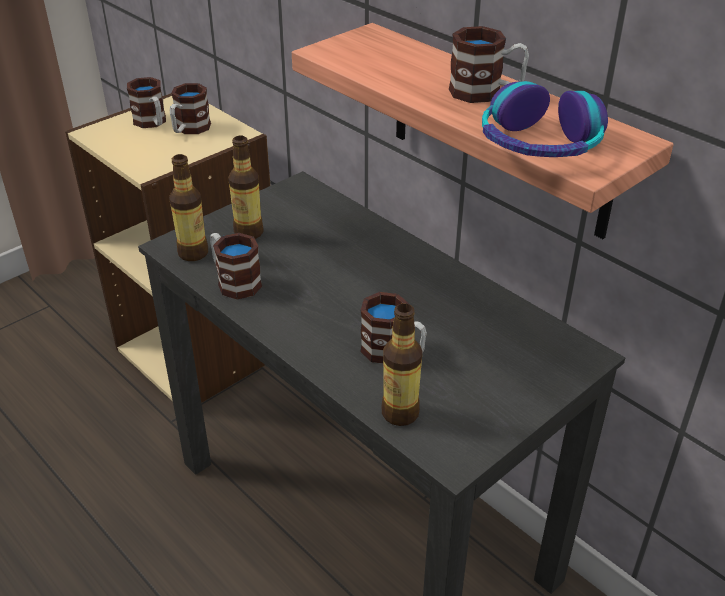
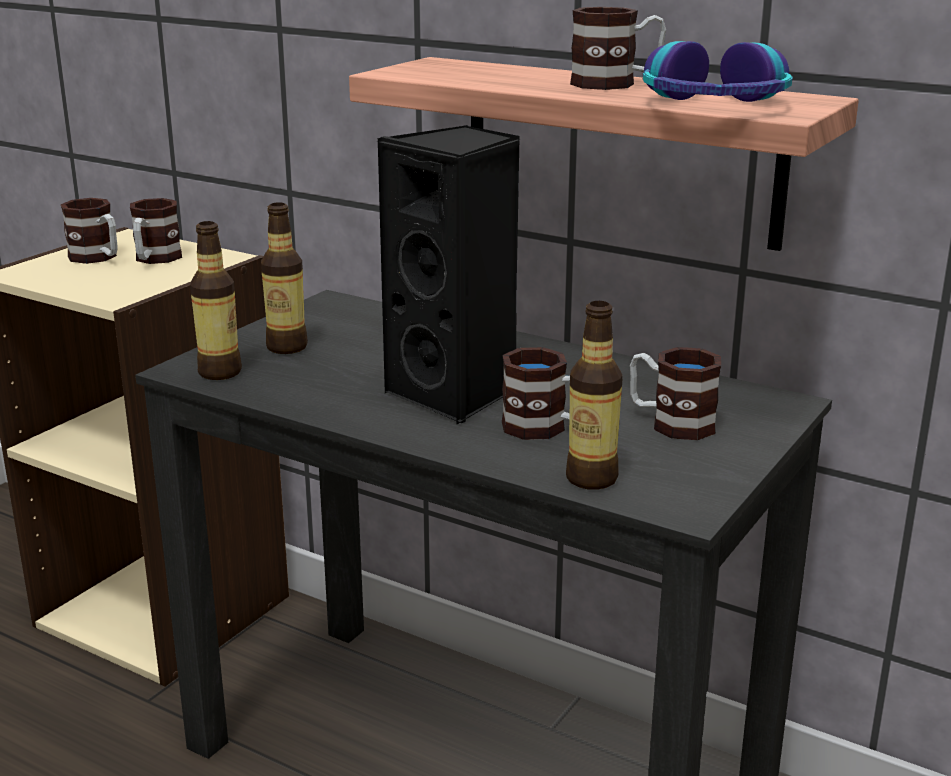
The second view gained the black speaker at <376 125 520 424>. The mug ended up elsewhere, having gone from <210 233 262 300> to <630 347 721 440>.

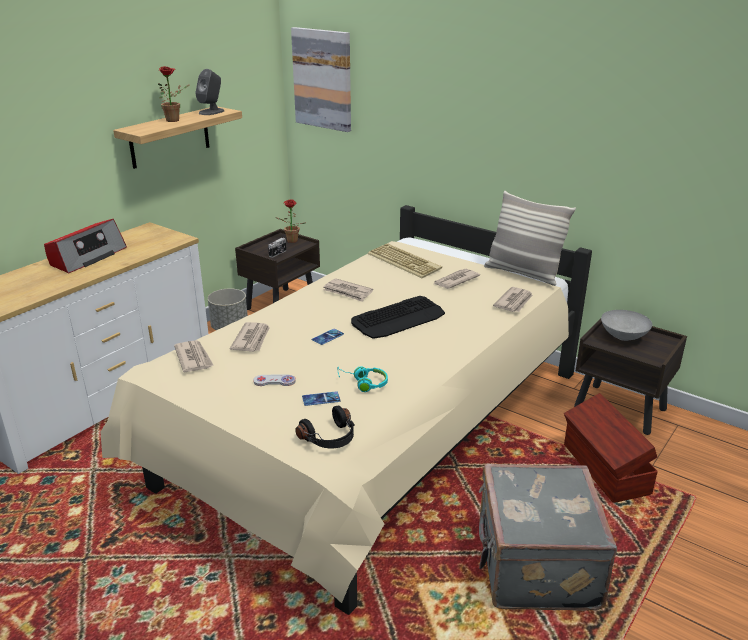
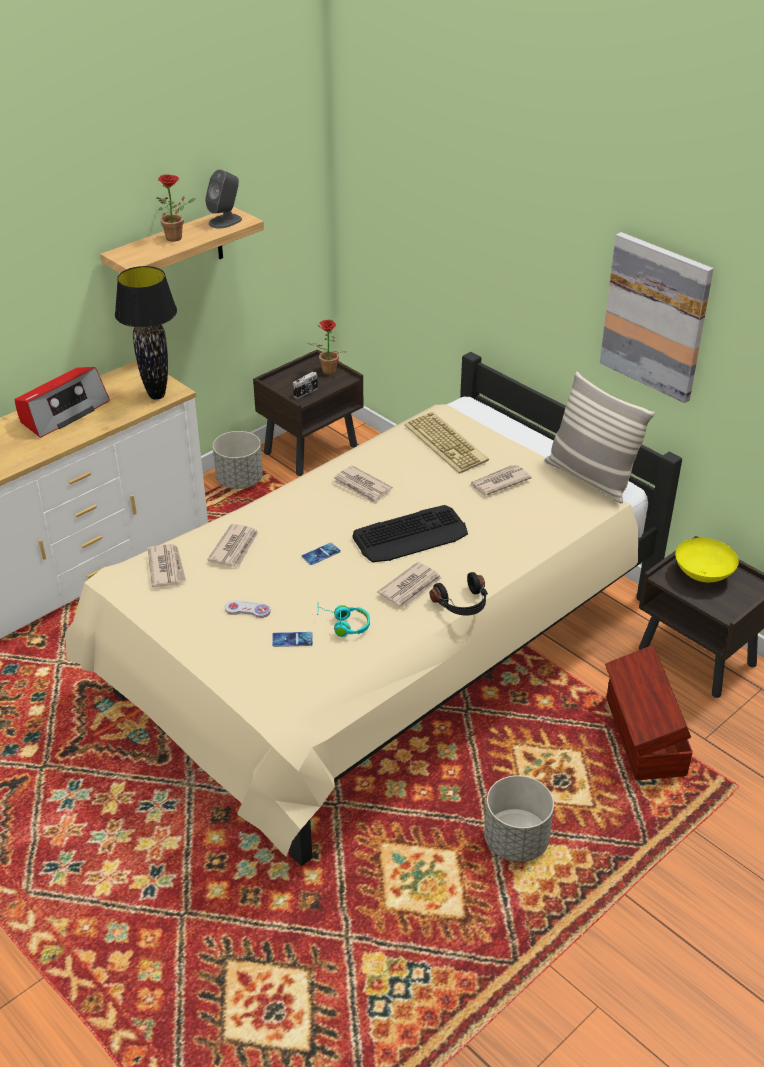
The second view gained the black table lamp at <115 266 177 400>. The newspaper ended up elsewhere, having gone from <493 287 533 312> to <377 562 442 608>. The black headphones ended up elsewhere, having gone from <295 406 355 448> to <429 572 488 616>. Where the grey suitcase stood at <479 464 617 611>, the grey planter came to stand at <484 775 554 862>. The picture ended up elsewhere, having gone from <291 27 351 132> to <600 232 713 403>. What was the grey bowl at <601 310 652 341> turned into the yellow bowl at <675 538 739 582>.

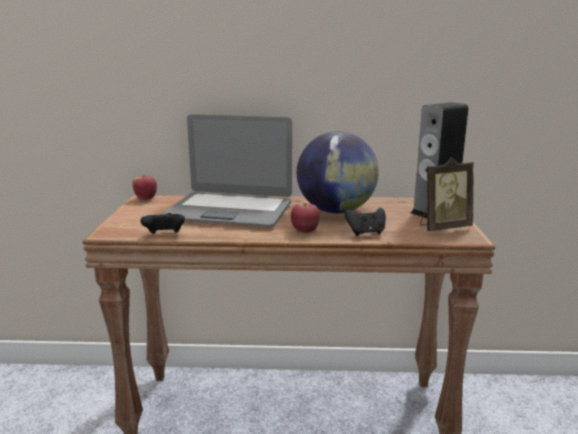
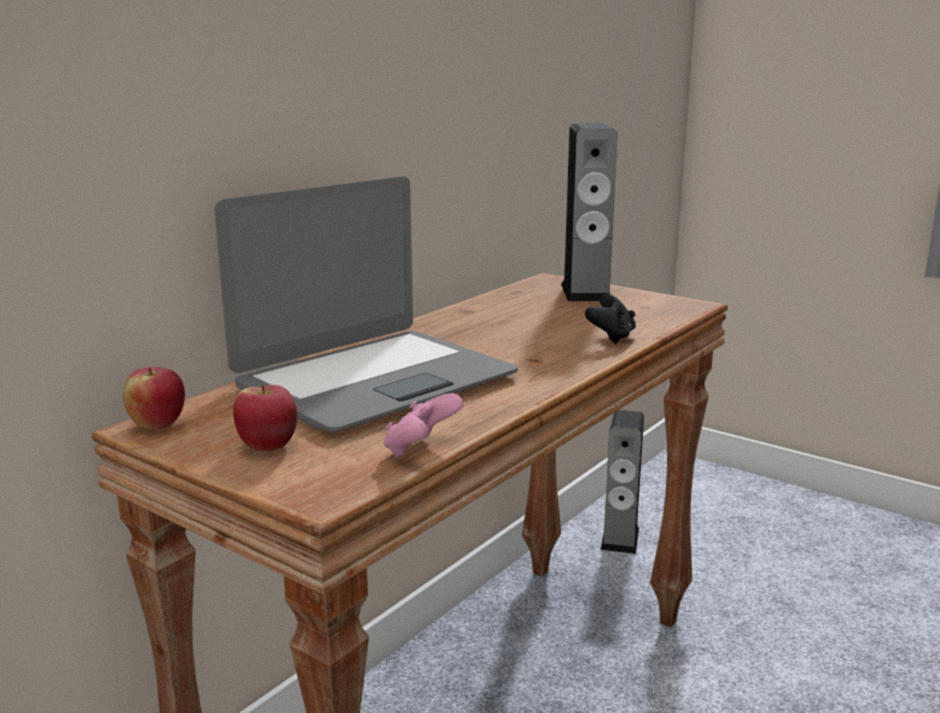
The apple ended up elsewhere, having gone from <291 202 320 233> to <233 385 297 451>. What was the black game controller at <141 213 185 234> turned into the pink game controller at <384 393 463 458>. The second view gained the speaker at <600 410 644 554>. The second view lost the globe at <297 131 379 213>. The second view lost the picture frame at <420 157 474 231>.

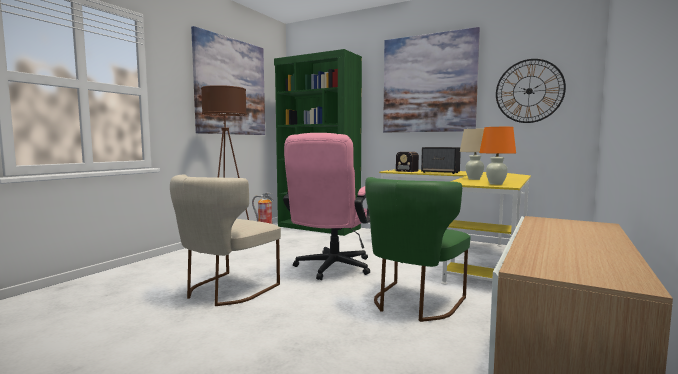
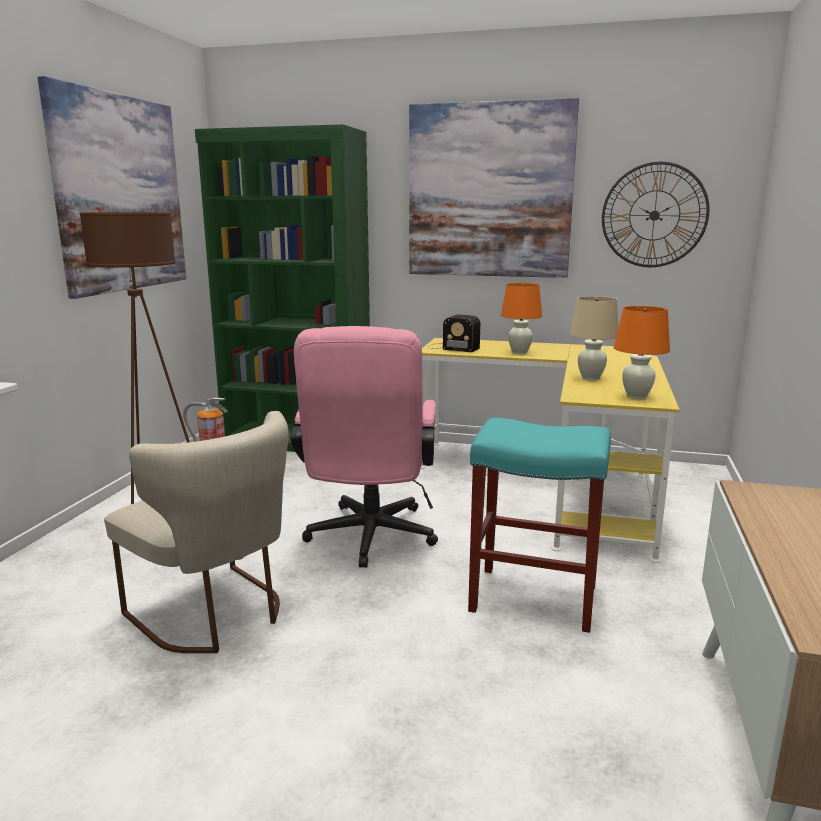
The beige chair at <170 175 281 306> ended up facing another way, 60 degrees counterclockwise from before. Where the green chair stood at <365 177 471 322>, the turquoise stool came to stand at <468 417 611 633>. Where the speaker stood at <421 147 461 174>, the orange table lamp came to stand at <501 283 542 354>.

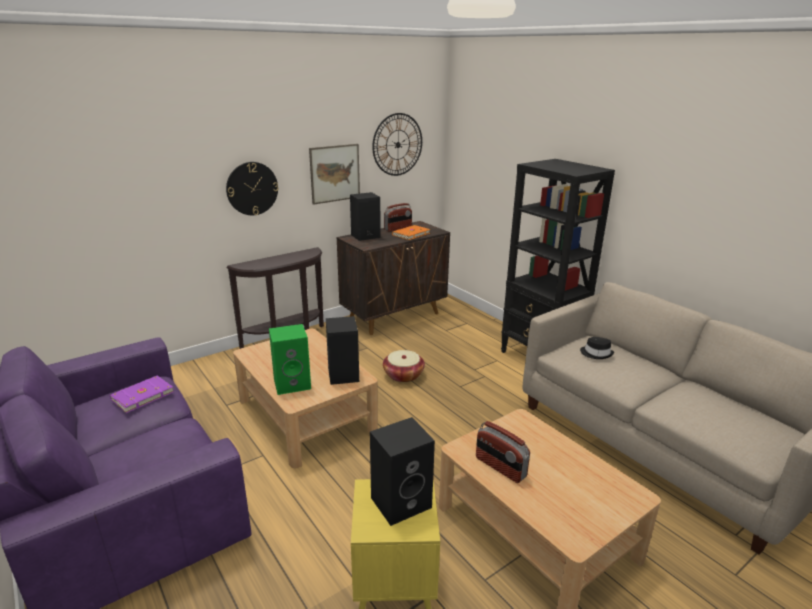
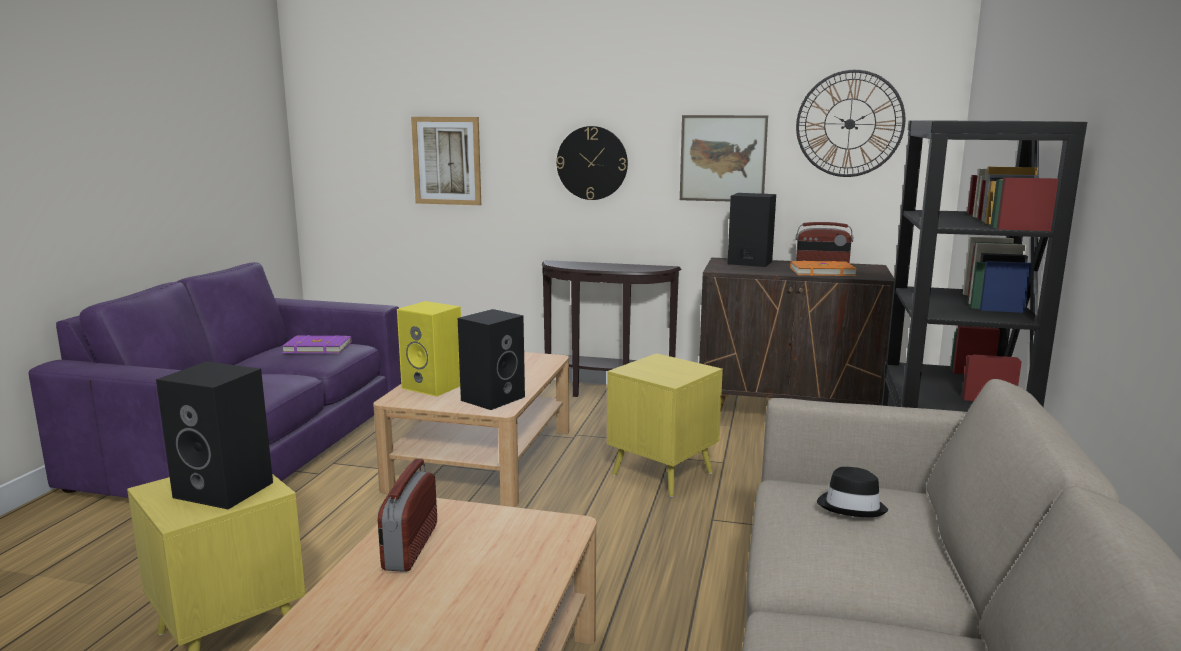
What was the green speaker at <269 324 311 395> turned into the yellow speaker at <397 301 461 397>. The second view gained the picture at <411 117 481 205>. Where the basket stood at <383 350 425 383>, the yellow side table came to stand at <607 353 723 497>.

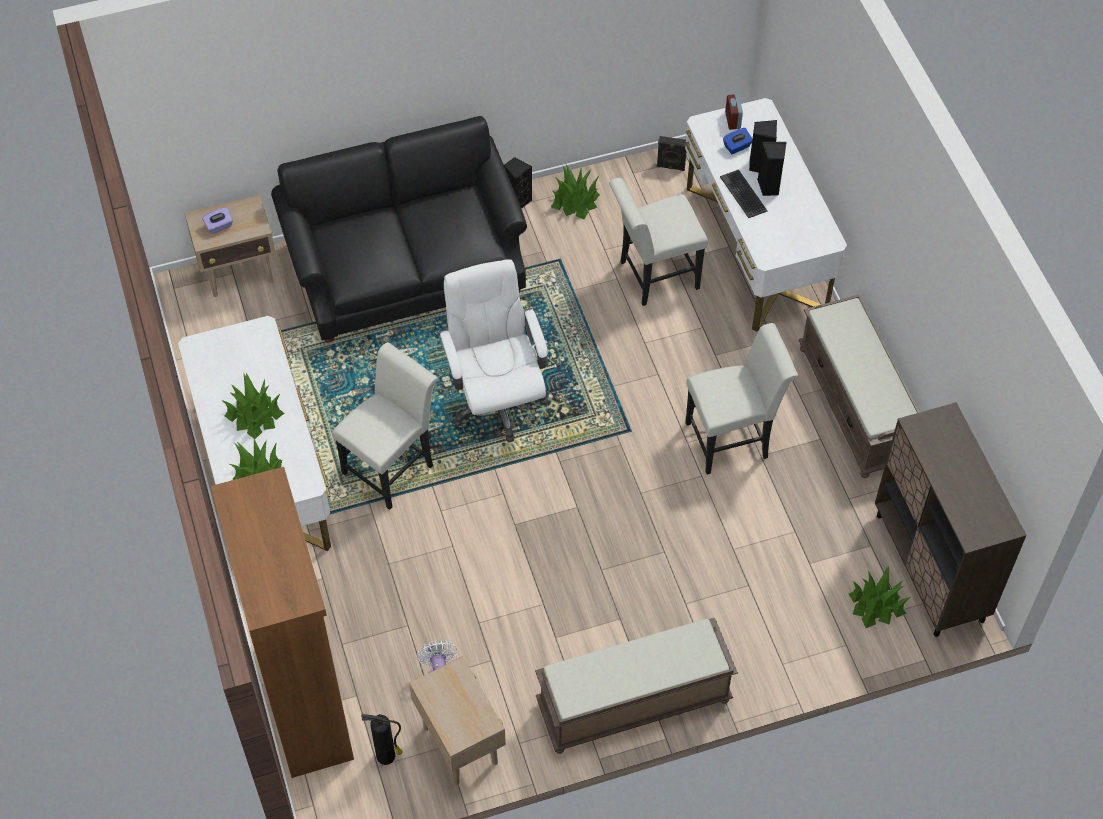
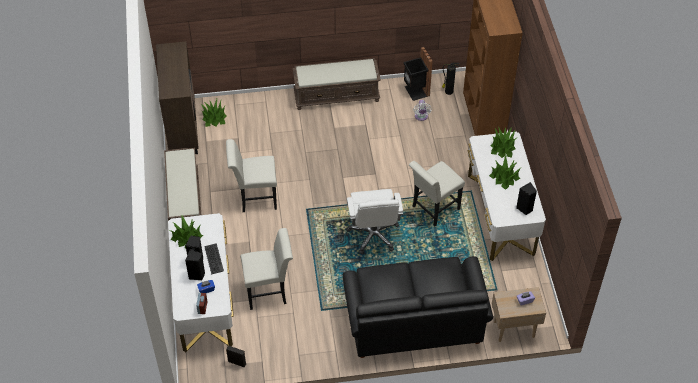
The potted plant ended up elsewhere, having gone from <551 165 600 220> to <170 215 203 249>. Where the beige side table stood at <409 656 506 785>, the black trash can came to stand at <404 47 433 101>. The black speaker ended up elsewhere, having gone from <504 157 532 209> to <516 182 537 215>.

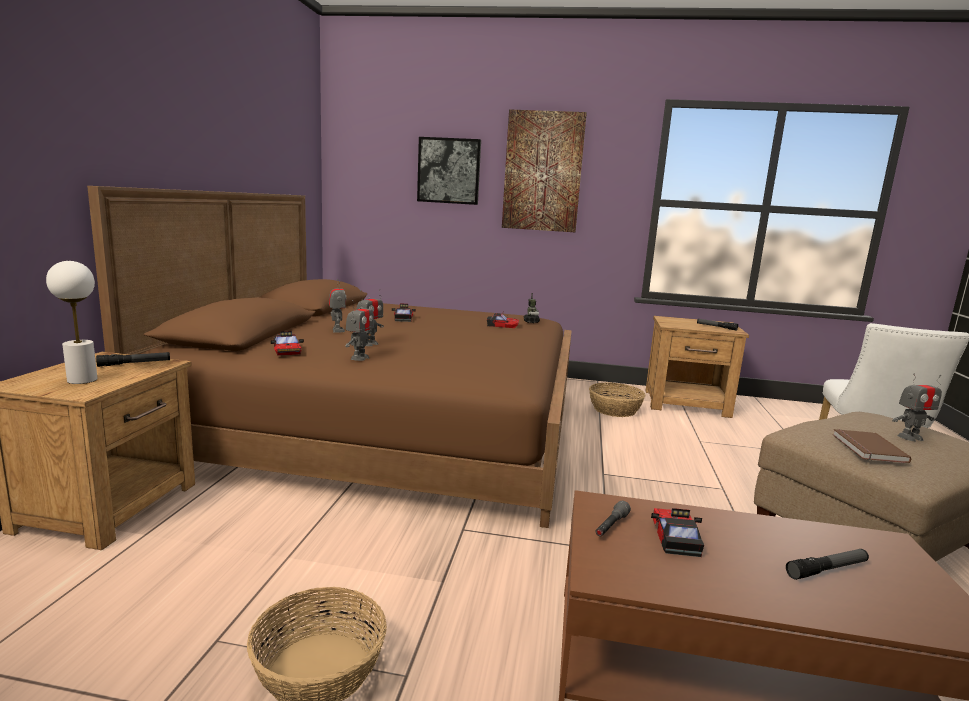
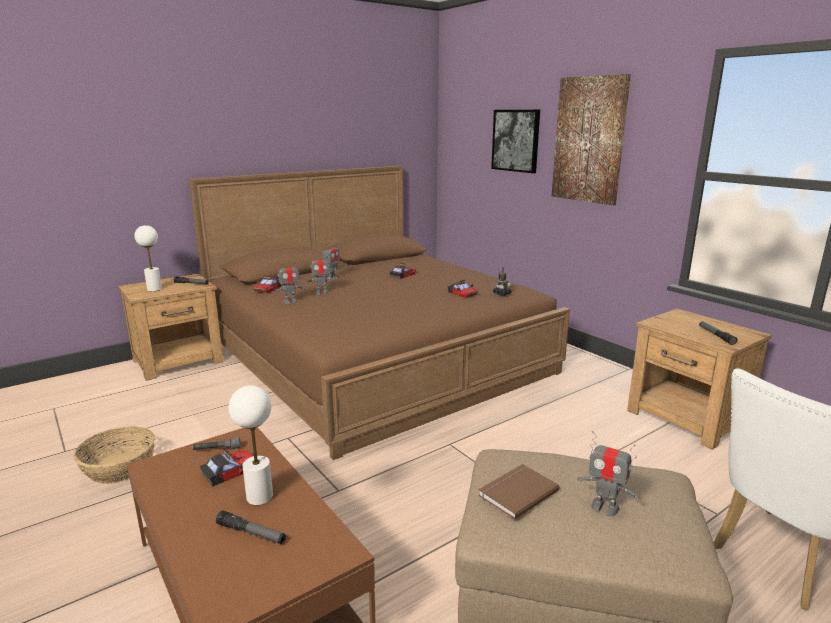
The second view gained the white table lamp at <229 385 273 505>. The second view lost the basket at <589 382 645 417>.

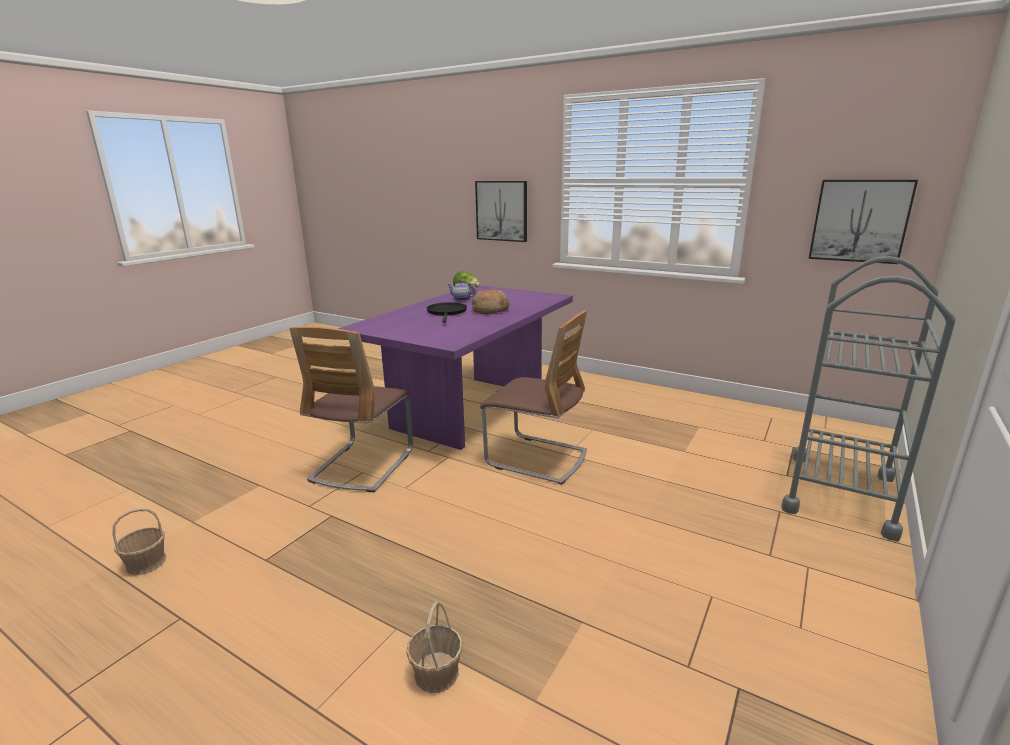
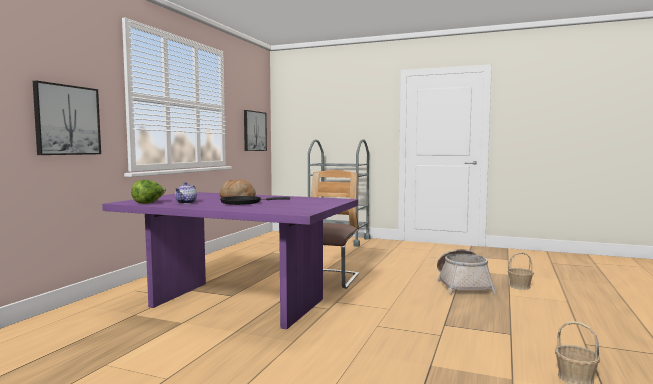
The second view gained the basket at <437 249 496 294>. The second view lost the chair at <289 327 413 492>.

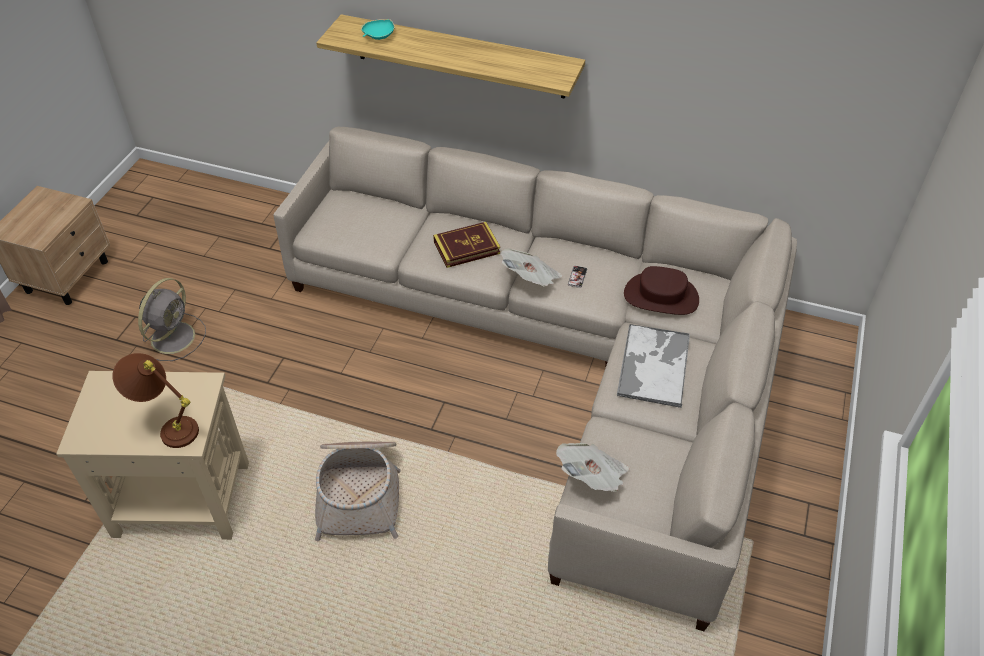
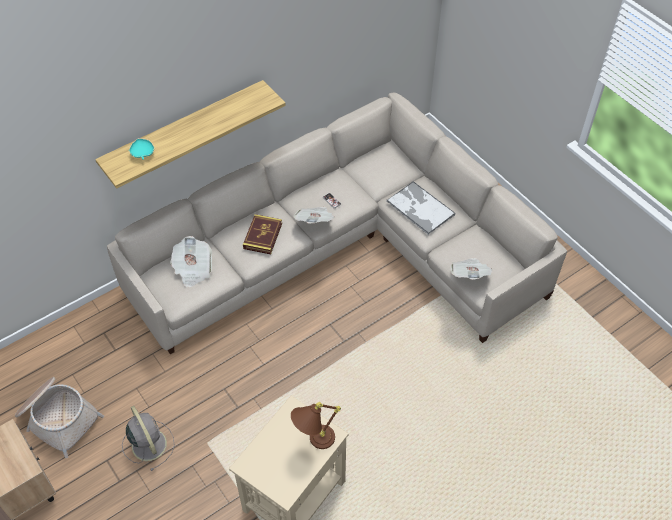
The basket ended up elsewhere, having gone from <315 441 401 541> to <15 377 104 458>. The second view gained the newspaper at <170 236 212 288>. The second view lost the brown hat at <624 266 699 315>.

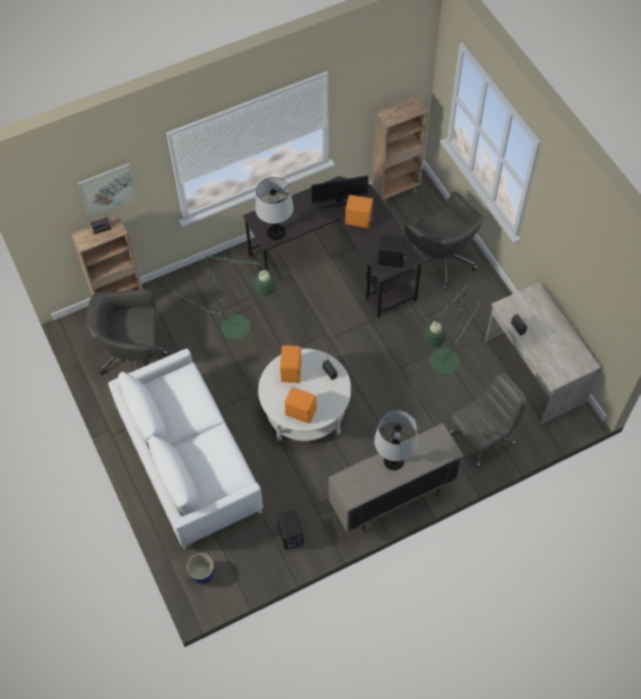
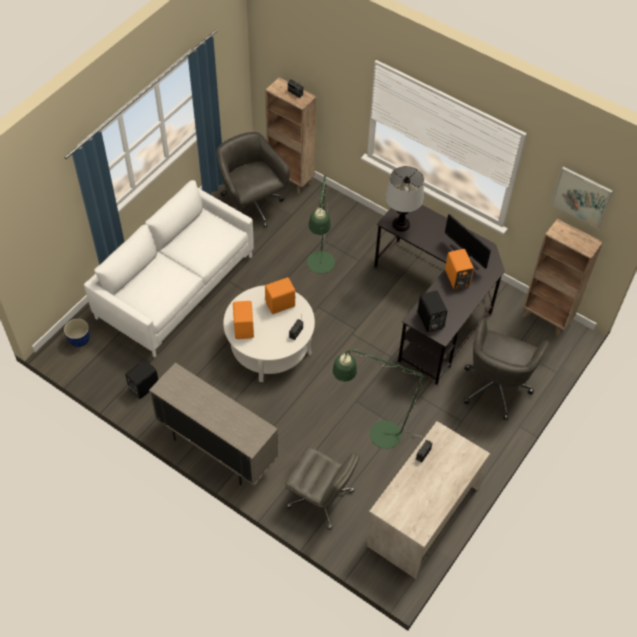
The picture ended up elsewhere, having gone from <78 163 138 218> to <551 166 613 229>. The second view lost the table lamp at <374 410 418 470>.

